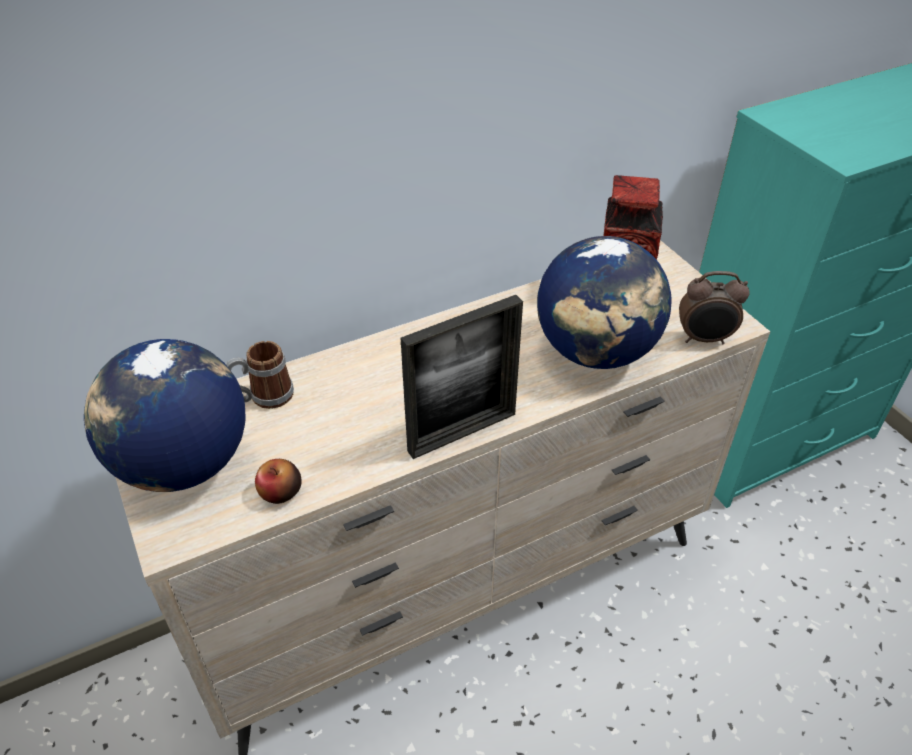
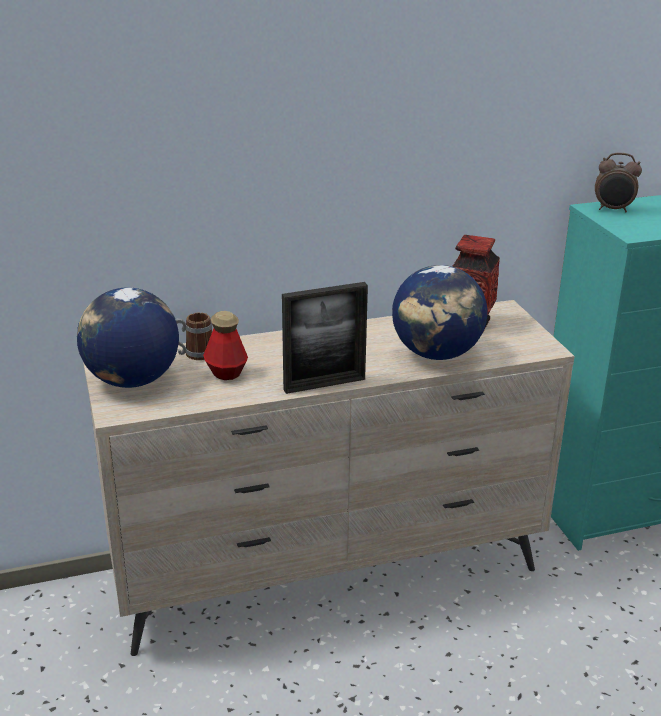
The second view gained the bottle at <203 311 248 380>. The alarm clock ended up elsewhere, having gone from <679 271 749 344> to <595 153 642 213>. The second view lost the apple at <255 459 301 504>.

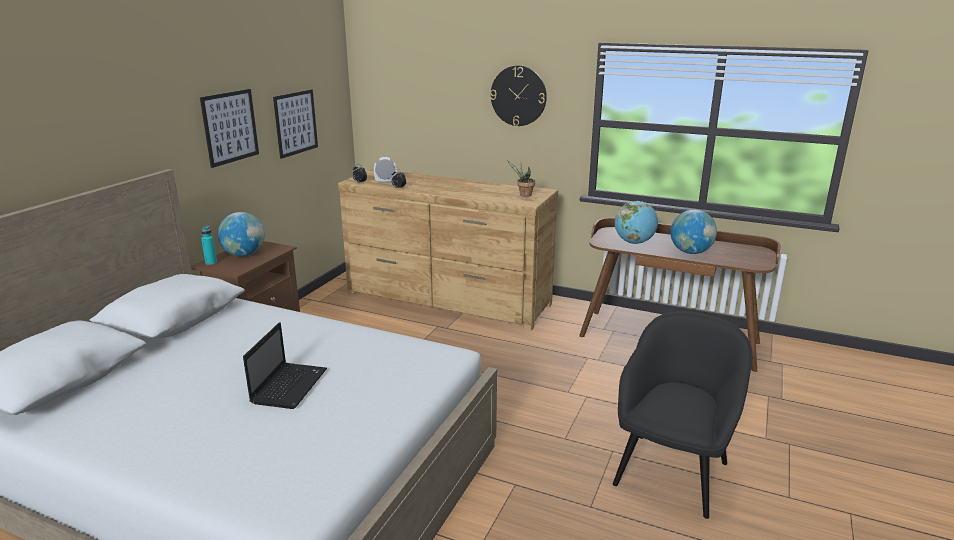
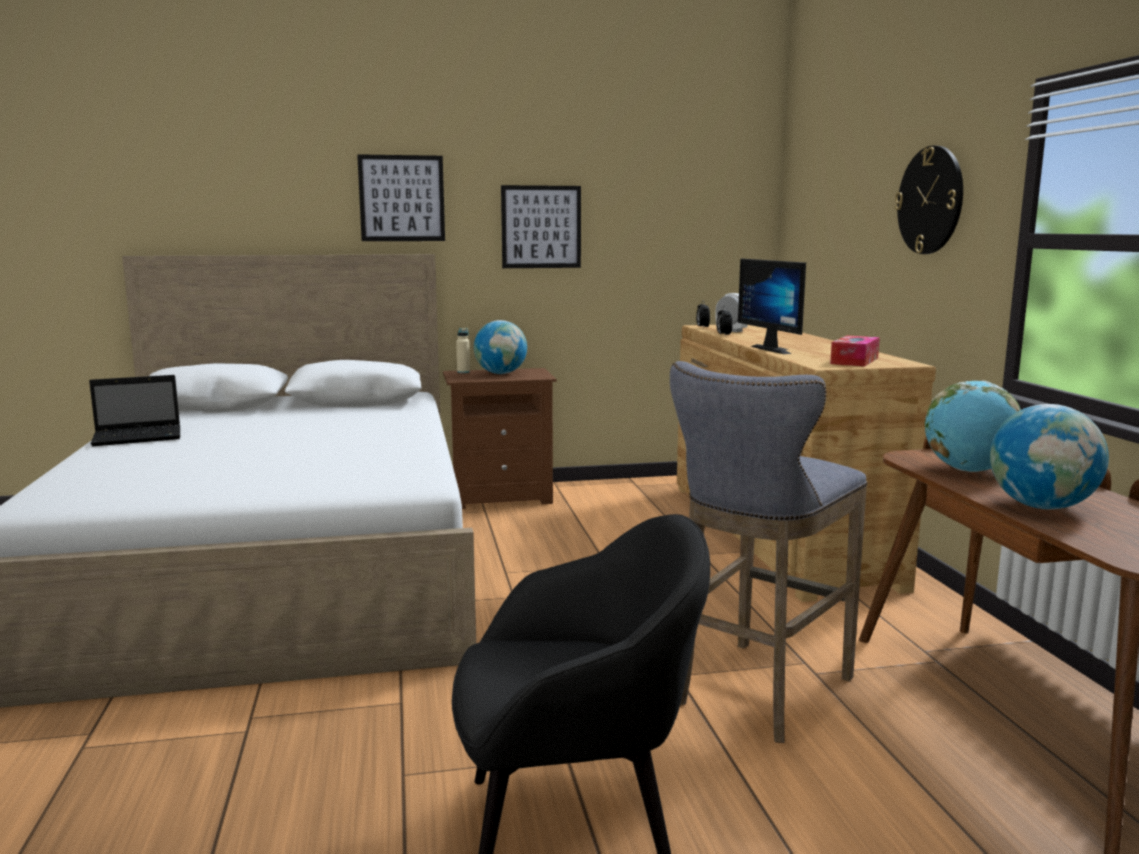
The laptop ended up elsewhere, having gone from <243 322 327 409> to <89 375 180 446>. The picture ended up elsewhere, having gone from <273 89 318 159> to <357 154 445 241>. What was the turquoise bottle at <201 226 217 265> turned into the beige bottle at <456 328 470 373>. The second view gained the grey stool at <670 361 867 743>. The second view gained the monitor at <738 259 806 354>. Where the potted plant stood at <507 160 535 197>, the tissue box came to stand at <830 335 880 367>.

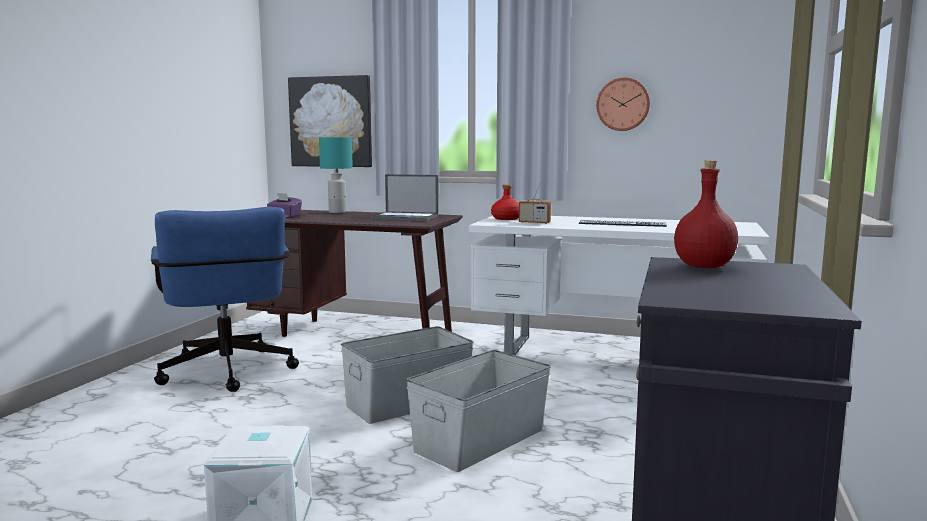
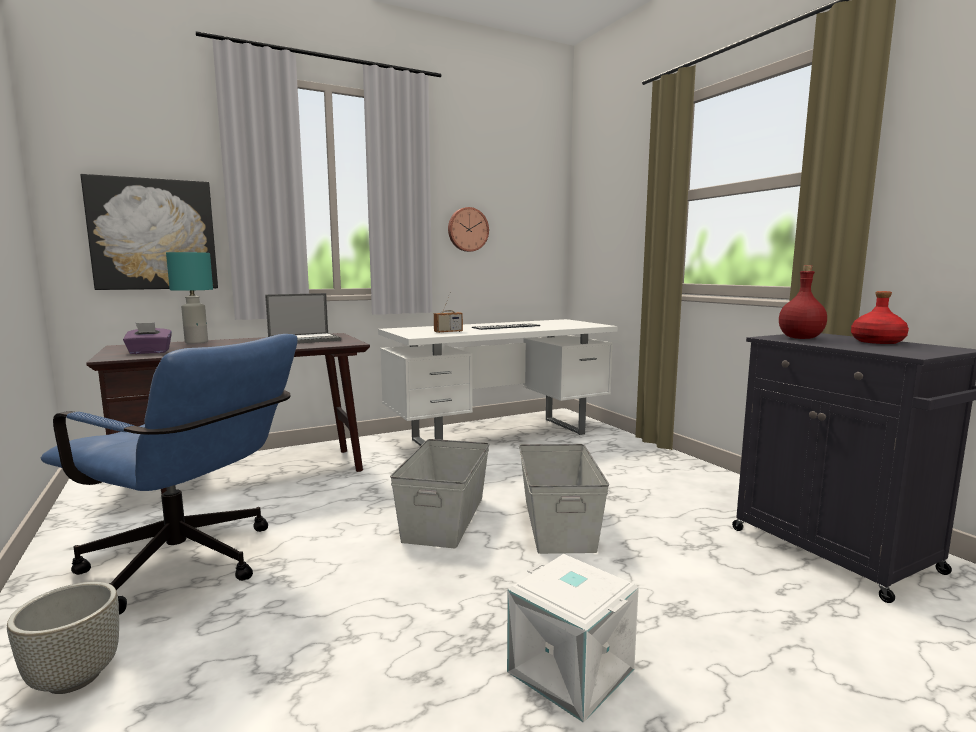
The second view gained the grey planter at <7 582 119 694>. The red bottle ended up elsewhere, having gone from <491 185 519 220> to <851 291 909 344>.

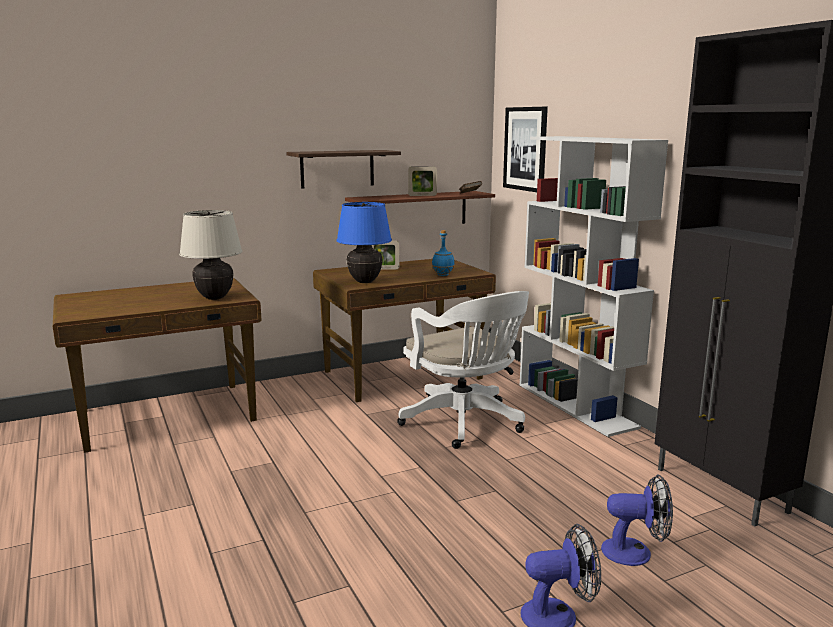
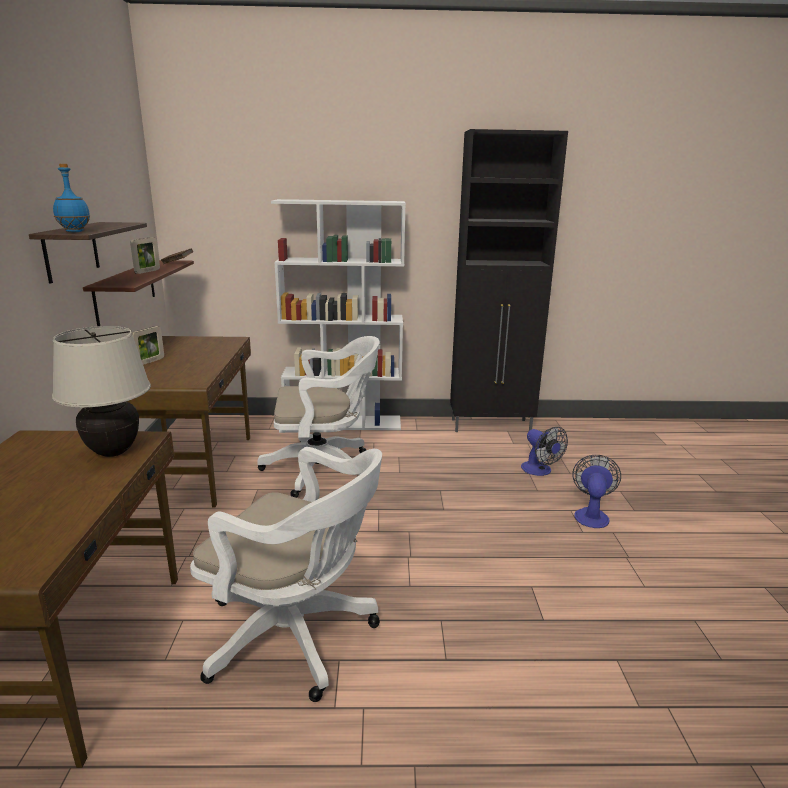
The blue bottle ended up elsewhere, having gone from <432 230 455 276> to <53 164 90 232>. The second view gained the white office chair at <190 447 382 702>. The fan at <601 474 673 566> ended up facing another way, 120 degrees clockwise from before. The second view lost the blue table lamp at <336 202 392 283>. The second view lost the picture at <503 107 548 192>.

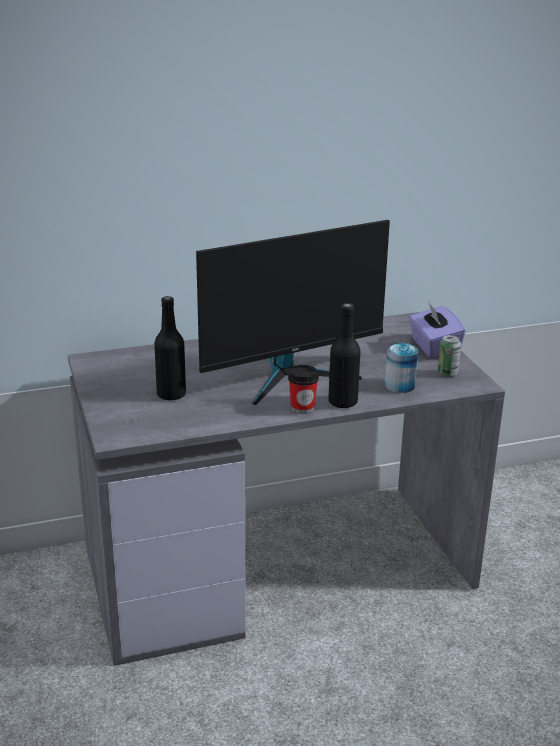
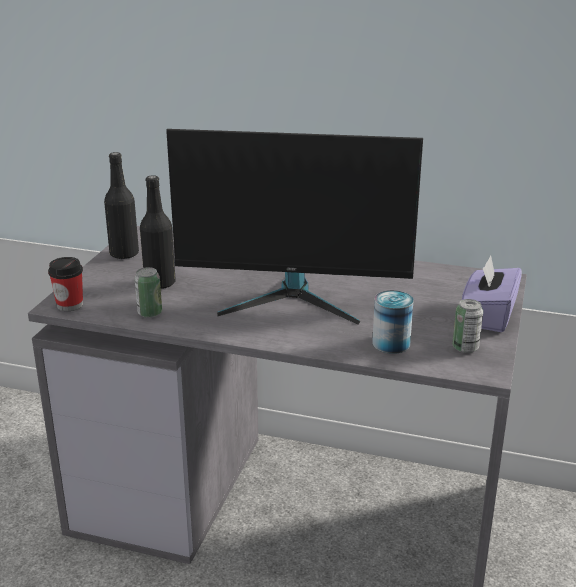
The cup ended up elsewhere, having gone from <288 365 319 414> to <48 257 83 311>. The black bottle ended up elsewhere, having gone from <328 303 361 408> to <104 152 139 259>. The second view gained the can at <135 267 162 318>.

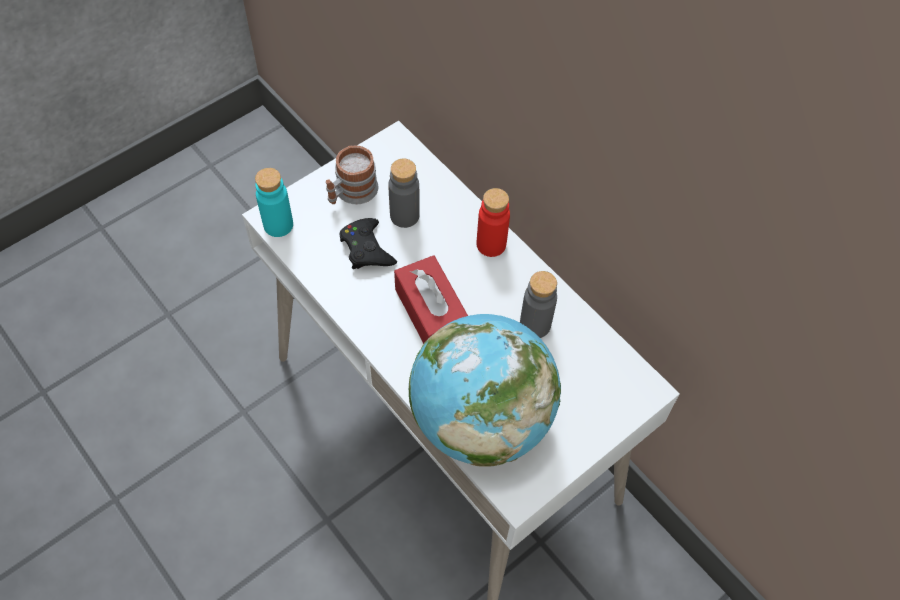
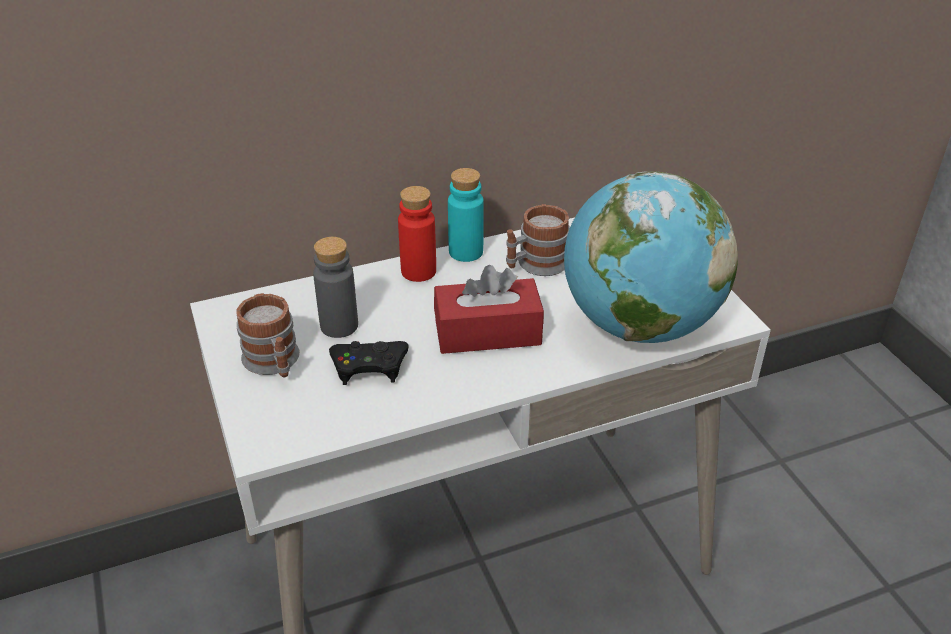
The turquoise bottle ended up elsewhere, having gone from <255 168 293 237> to <448 168 484 262>. Where the grey bottle stood at <520 271 557 338>, the mug came to stand at <506 204 570 276>.

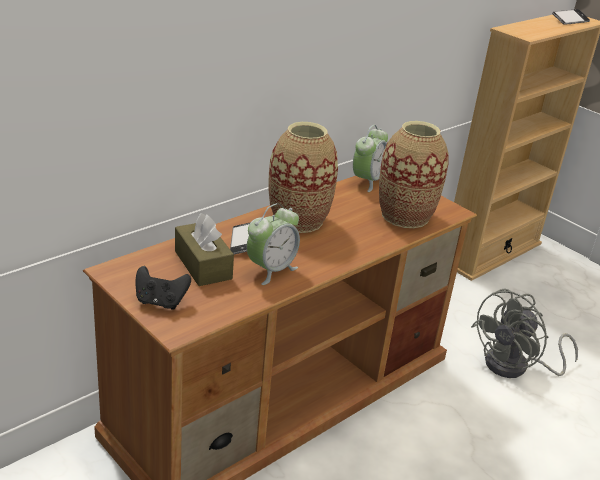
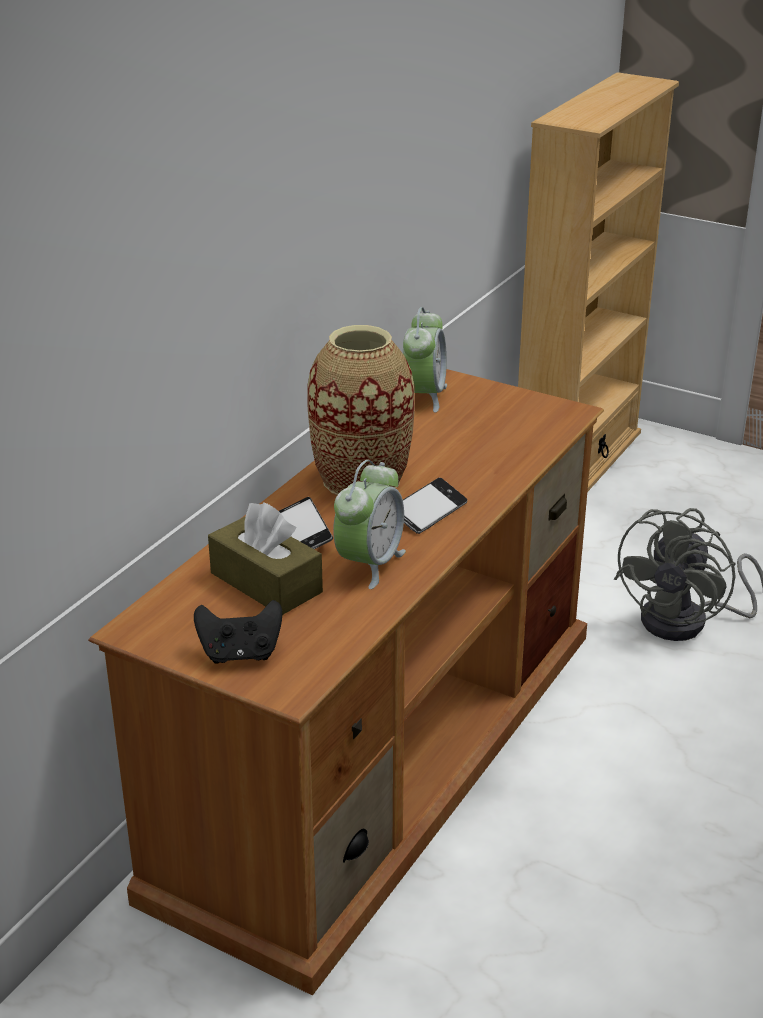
The phone ended up elsewhere, having gone from <552 9 590 25> to <403 478 467 534>. The second view lost the vase at <379 121 449 228>.

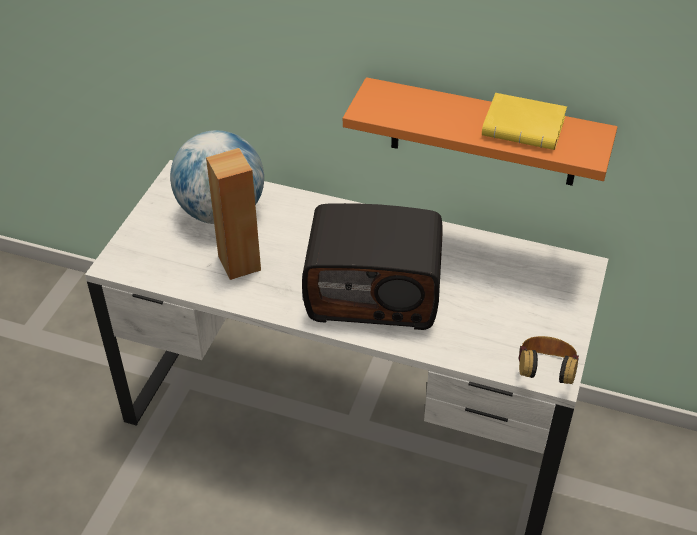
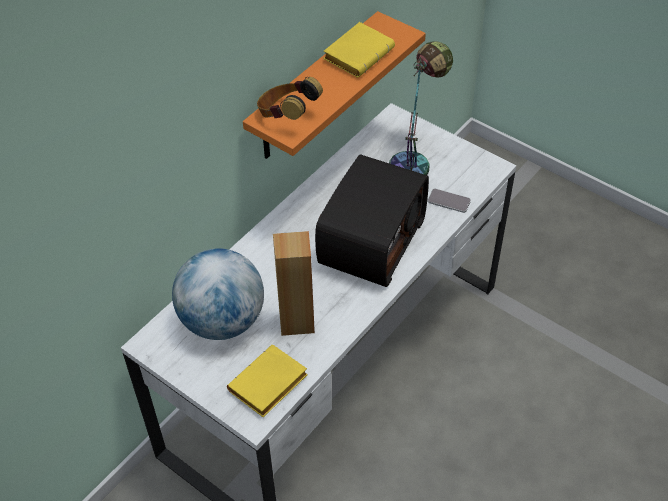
The second view gained the yellow book at <227 345 308 417>. The headphones ended up elsewhere, having gone from <518 336 579 384> to <257 77 323 120>. The second view gained the table lamp at <389 41 453 175>. The second view gained the phone at <428 189 471 213>.

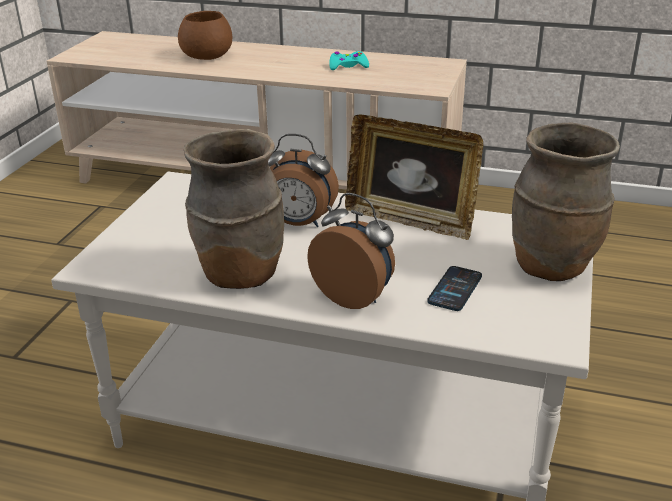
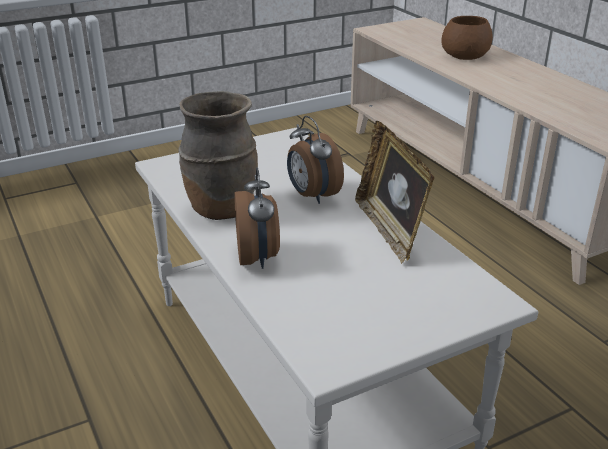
The second view lost the turquoise game controller at <329 51 369 70>. The second view lost the phone at <427 266 482 311>. The second view lost the brown vase at <512 123 620 281>.

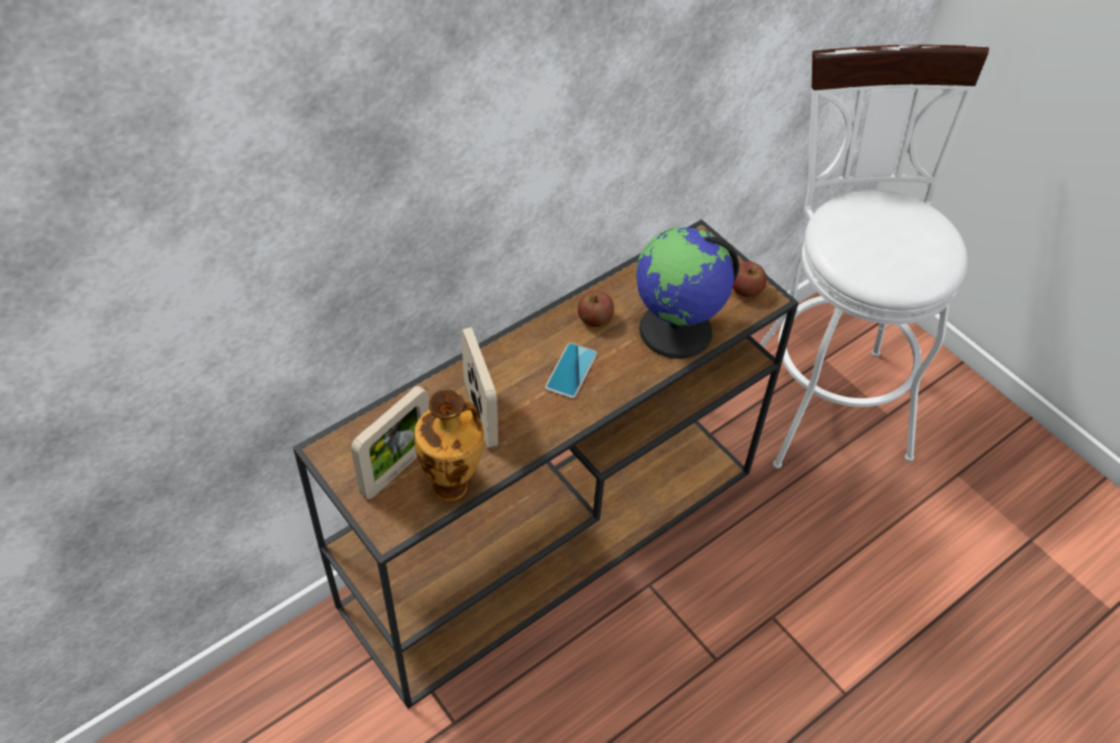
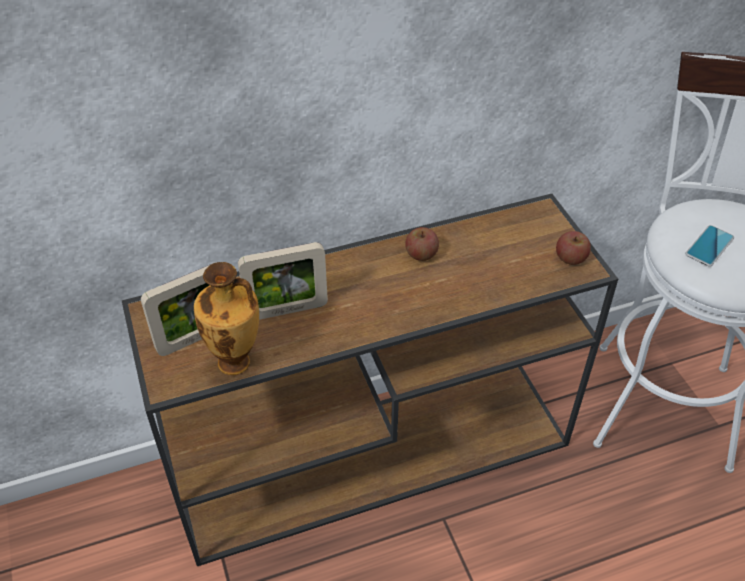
The picture frame at <461 327 498 448> ended up facing another way, 75 degrees clockwise from before. The phone ended up elsewhere, having gone from <545 343 597 398> to <685 225 734 267>. The second view lost the globe at <635 227 739 359>.

